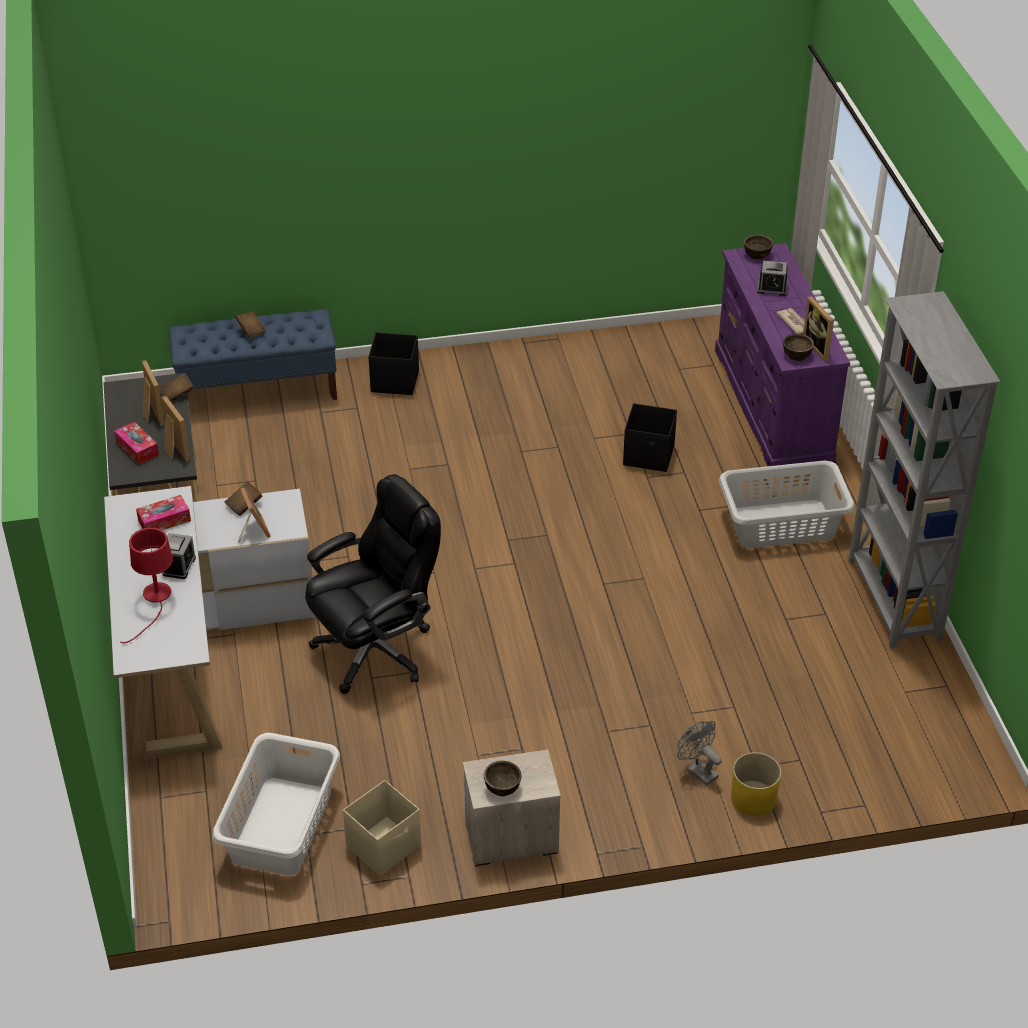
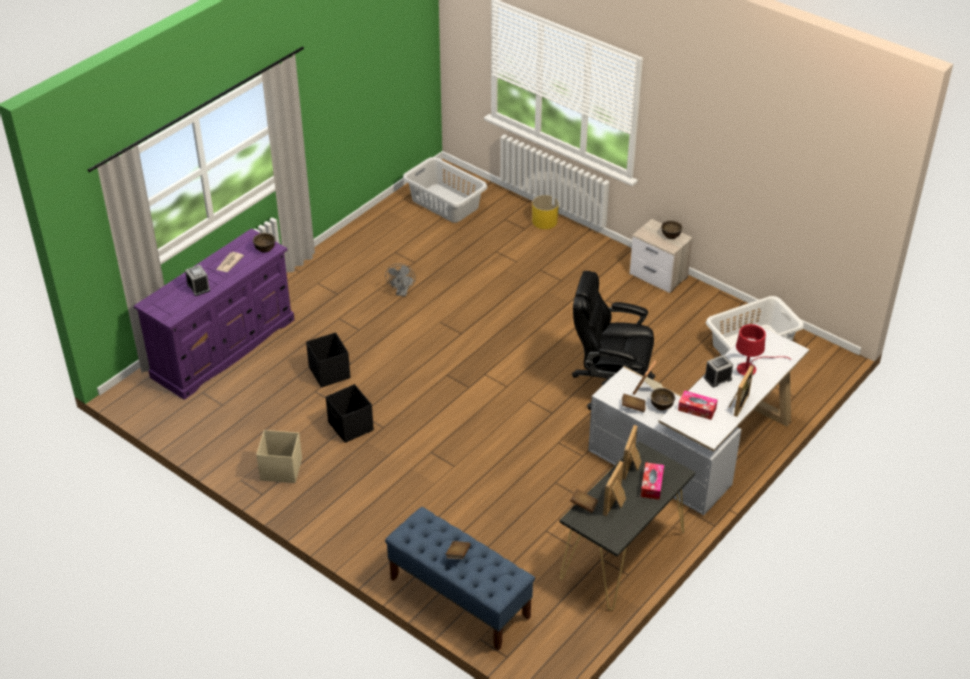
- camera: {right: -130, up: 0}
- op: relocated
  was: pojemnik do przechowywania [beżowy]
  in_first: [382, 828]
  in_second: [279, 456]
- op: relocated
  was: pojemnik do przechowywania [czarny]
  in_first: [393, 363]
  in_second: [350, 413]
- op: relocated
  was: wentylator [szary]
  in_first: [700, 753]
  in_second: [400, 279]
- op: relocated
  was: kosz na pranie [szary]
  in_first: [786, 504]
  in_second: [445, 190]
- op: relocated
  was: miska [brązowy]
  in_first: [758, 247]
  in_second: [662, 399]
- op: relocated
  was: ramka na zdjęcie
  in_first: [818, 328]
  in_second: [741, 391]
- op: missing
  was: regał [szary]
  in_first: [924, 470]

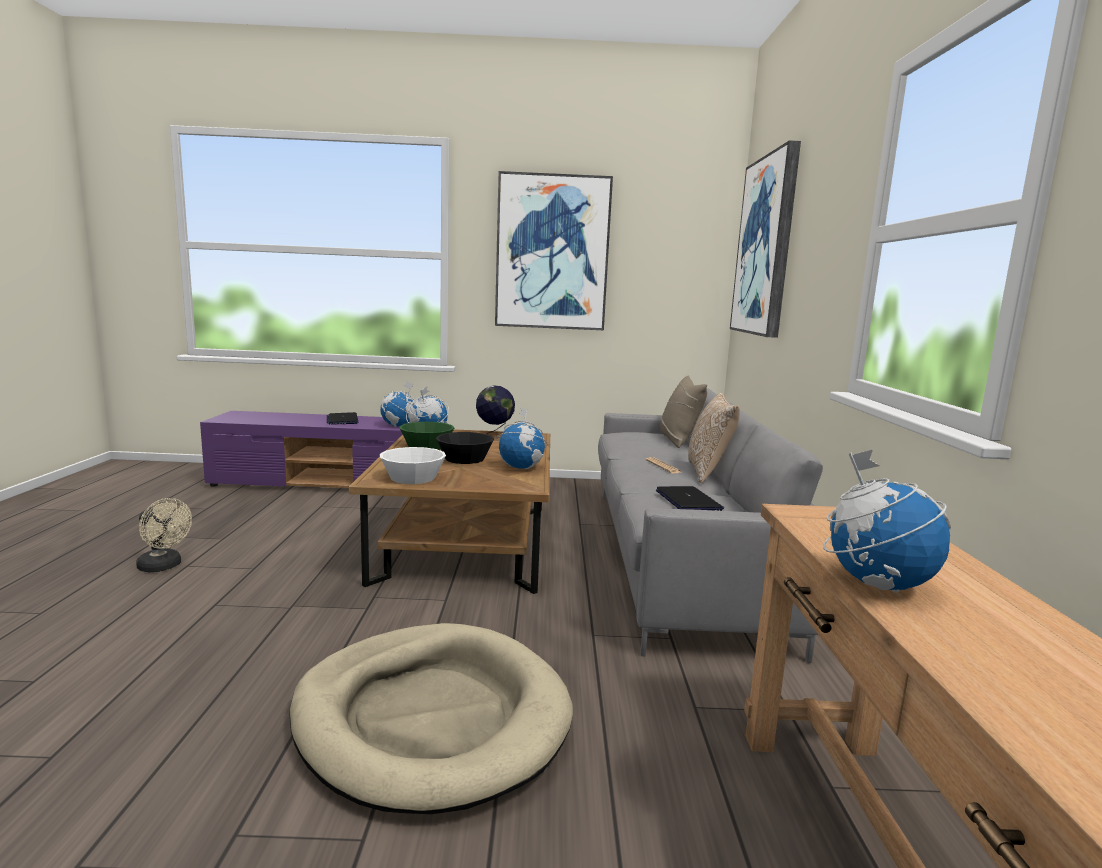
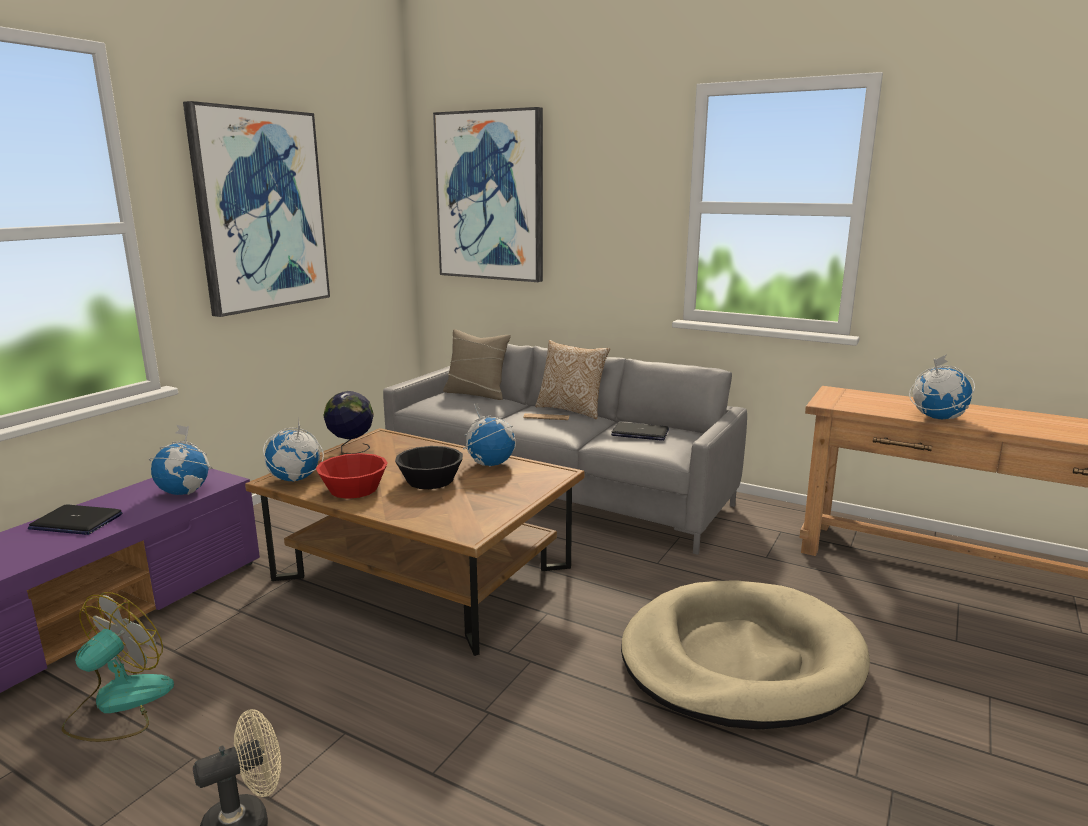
- camera: {right: -60, up: 5}
- op: appeared
  now: wentylator
  in_second: [118, 667]
- op: colour
  was: miska [zielony]
  now: miska [czerwony]
  in_first: [426, 436]
  in_second: [352, 476]
- op: missing
  was: miska [biały]
  in_first: [413, 465]

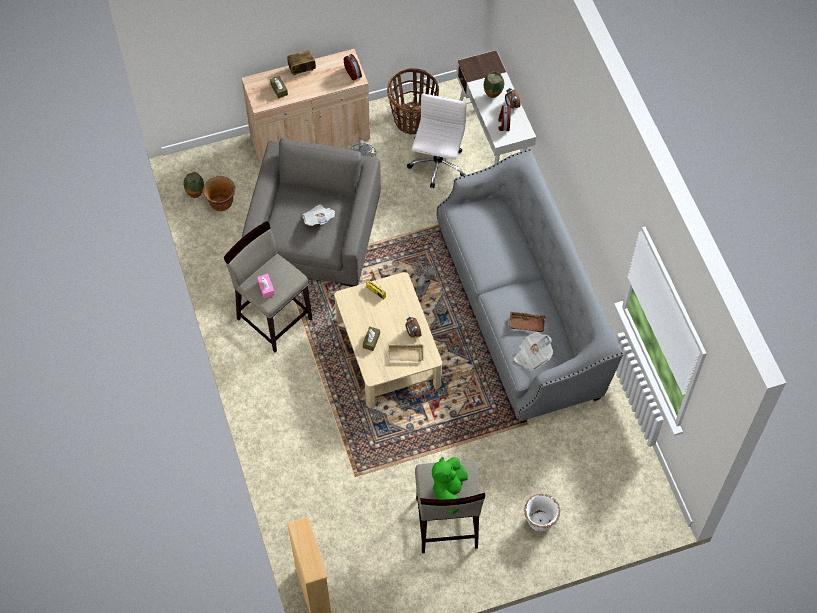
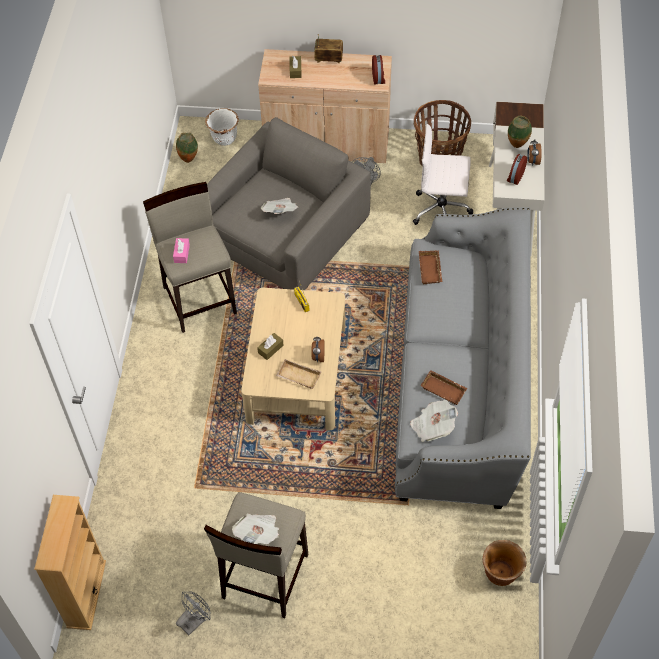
- camera: {right: 25, up: -5}
- op: relocated
  was: wentylator [szary]
  in_first: [426, 278]
  in_second: [193, 613]
- op: relocated
  was: donica [biały]
  in_first: [542, 512]
  in_second: [222, 127]
- op: exchanged
  was: pluszak [zielony]
  now: gazeta
  in_first: [450, 485]
  in_second: [255, 529]
- op: spun
  was: krzesło biurowe [biały]
  in_first: [437, 141]
  in_second: [443, 174]
  clockwise: -120
- op: appeared
  now: taca [brązowy]
  in_second: [430, 267]
- op: relocated
  was: donica [brązowy]
  in_first: [219, 193]
  in_second: [504, 563]

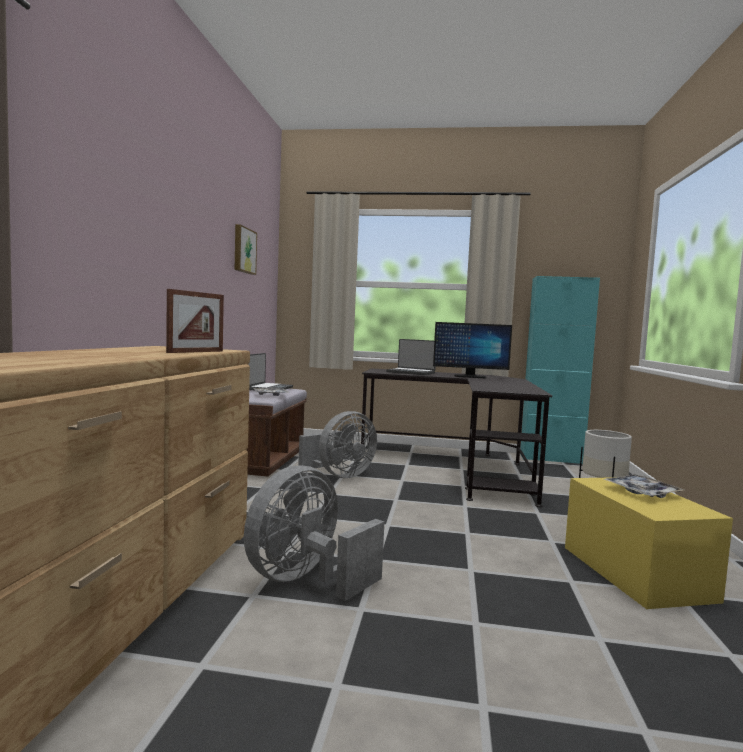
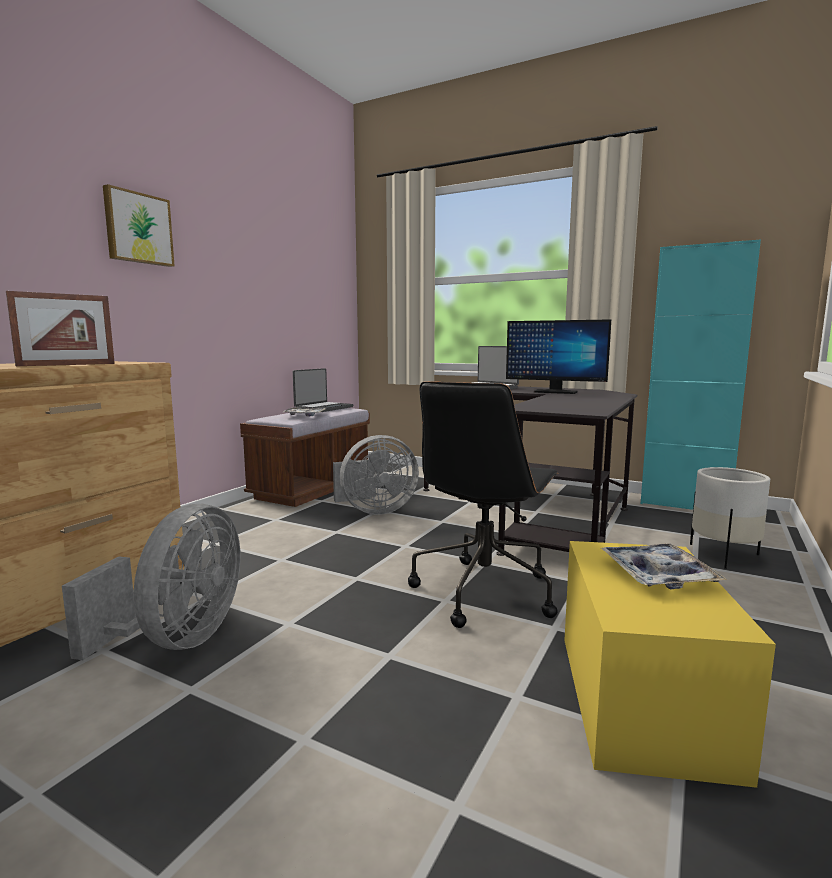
- camera: {right: 20, up: 5}
- op: spun
  was: wentylator [szary]
  in_first: [314, 533]
  in_second: [151, 582]
  clockwise: 135
- op: relocated
  was: obraz
  in_first: [246, 249]
  in_second: [139, 225]
- op: appeared
  now: krzesło biurowe [czarny]
  in_second: [483, 504]

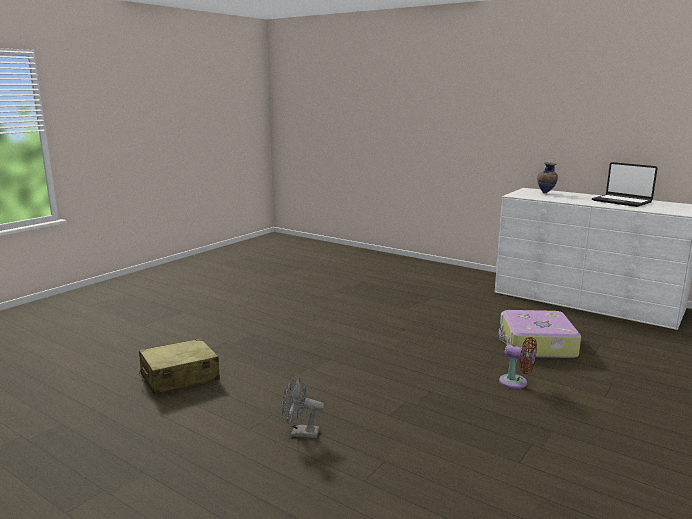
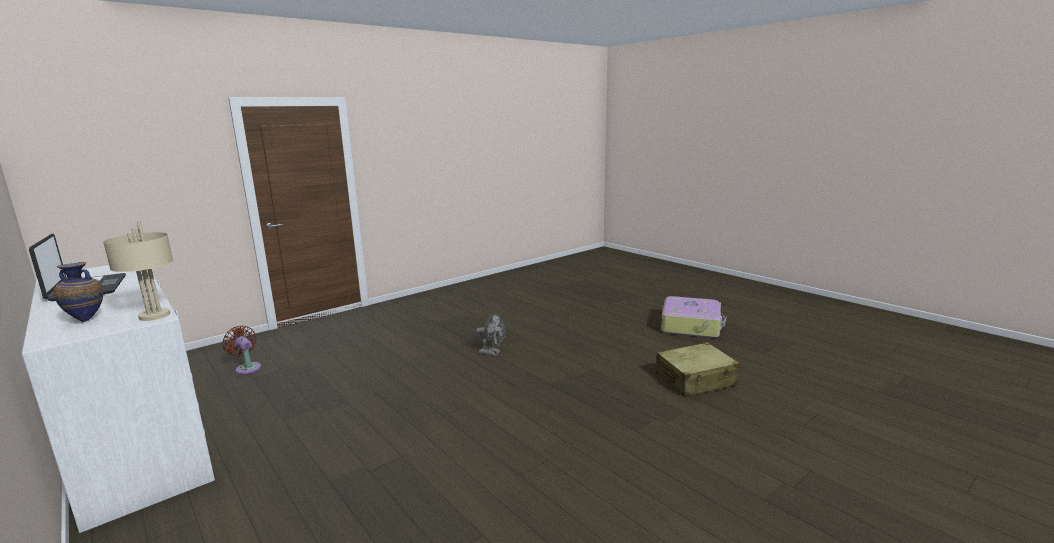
- camera: {right: -165, up: 0}
- op: appeared
  now: lampa stołowa [beżowy]
  in_second: [138, 270]
- op: relocated
  was: wentylator [brązowy]
  in_first: [518, 363]
  in_second: [242, 350]
- op: relocated
  was: wentylator [szary]
  in_first: [302, 407]
  in_second: [490, 335]
- op: relocated
  was: walizka
  in_first: [540, 334]
  in_second: [693, 317]

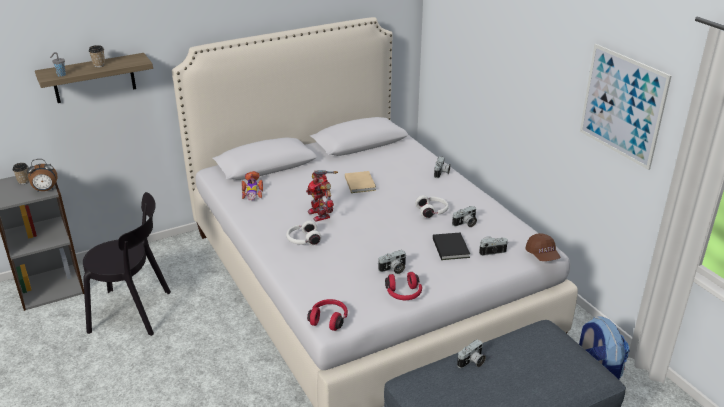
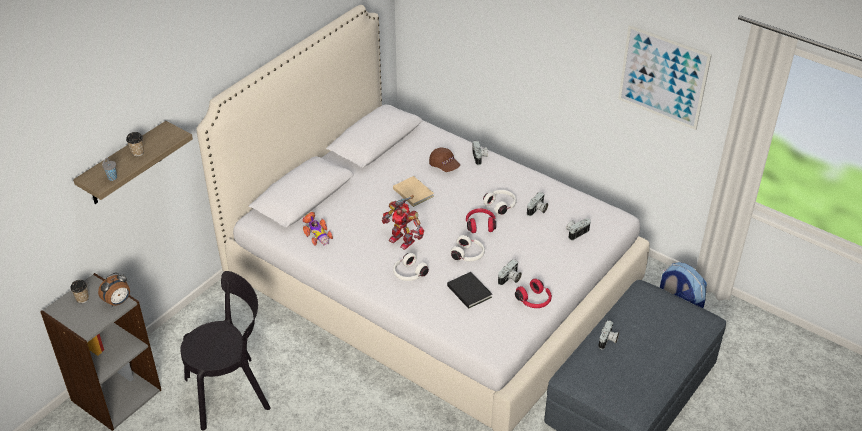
- camera: {right: -25, up: 10}
- op: relocated
  was: czapka z daszkiem [brązowy]
  in_first: [542, 247]
  in_second: [444, 159]
- op: relocated
  was: książka [czarny]
  in_first: [451, 246]
  in_second: [469, 290]
- op: appeared
  now: słuchawki [biały]
  in_second: [467, 248]
- op: relocated
  was: słuchawki [czerwony]
  in_first: [327, 315]
  in_second: [481, 220]

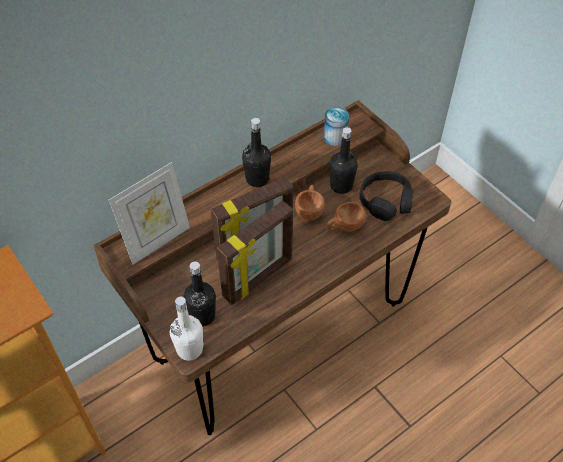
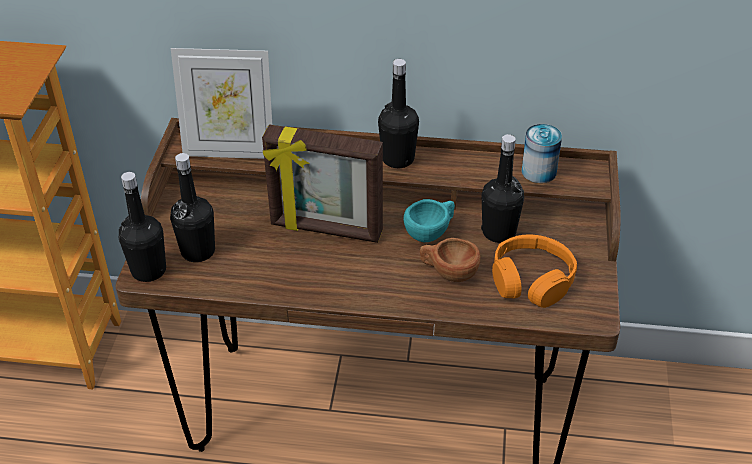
- camera: {right: 45, up: -10}
- op: colour
  was: butelka [biały]
  now: butelka [czarny]
  in_first: [187, 329]
  in_second: [142, 227]
- op: colour
  was: filiżanka [brązowy]
  now: filiżanka [turkusowy]
  in_first: [310, 202]
  in_second: [429, 220]
- op: colour
  was: słuchawki [czarny]
  now: słuchawki [pomarańczowy]
  in_first: [387, 196]
  in_second: [534, 271]
- op: missing
  was: ramka na zdjęcie
  in_first: [255, 253]

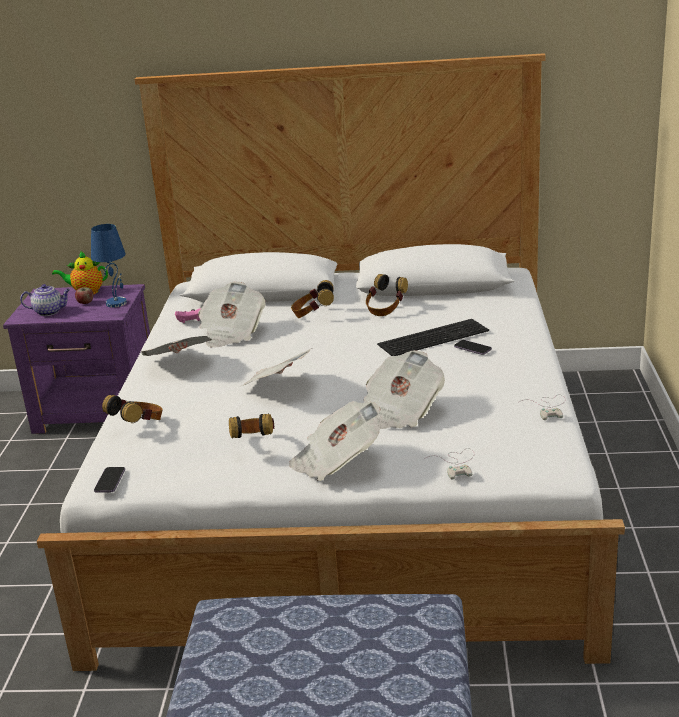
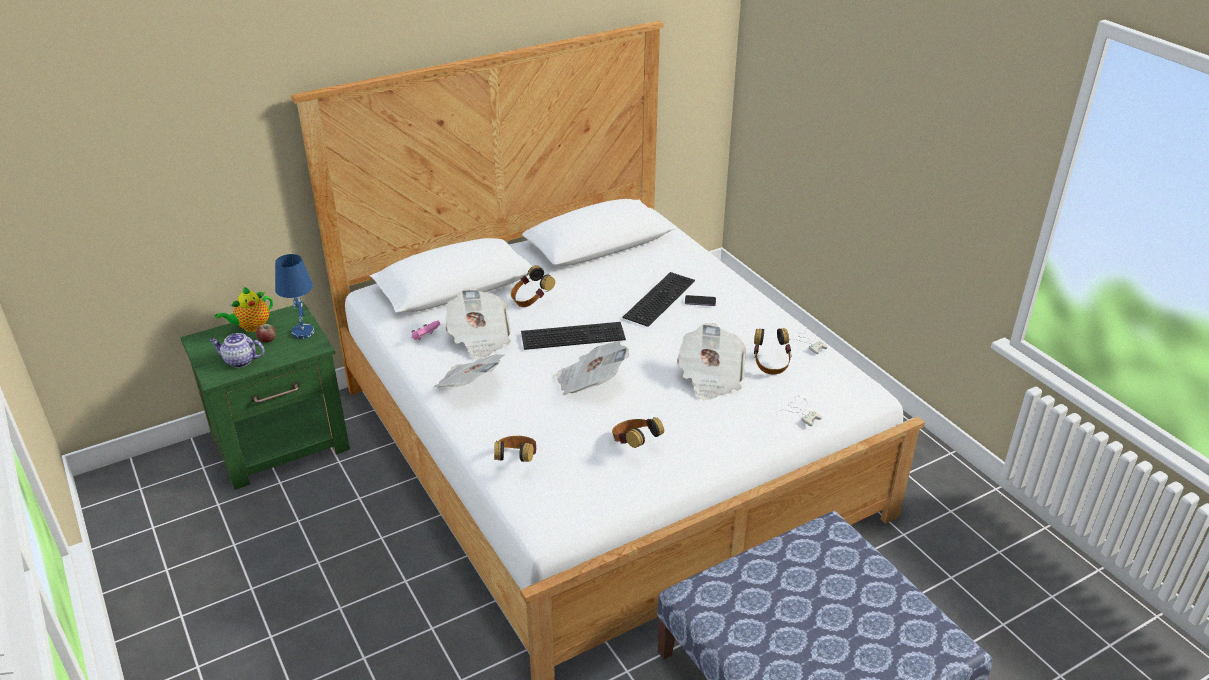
- camera: {right: -35, up: 10}
- op: colour
  was: szafka nocna [fioletowy]
  now: szafka nocna [zielony]
  in_first: [76, 359]
  in_second: [265, 396]
- op: spun
  was: imbryk
  in_first: [45, 300]
  in_second: [236, 350]
  clockwise: -135
- op: appeared
  now: klawiatura
  in_second: [573, 336]
- op: relocated
  was: słuchawki
  in_first: [387, 295]
  in_second: [772, 351]
- op: missing
  was: telefon
  in_first: [109, 480]
- op: missing
  was: gazeta
  in_first: [335, 441]

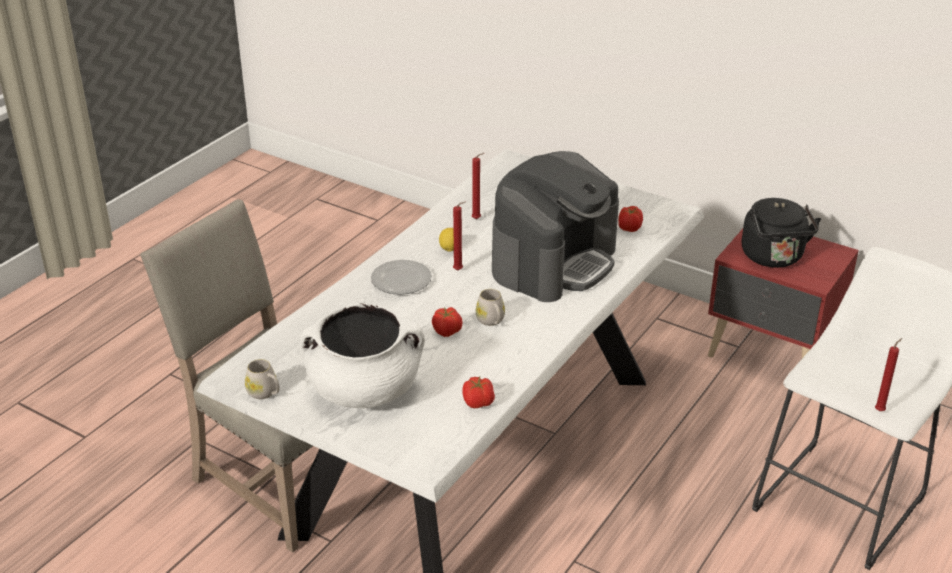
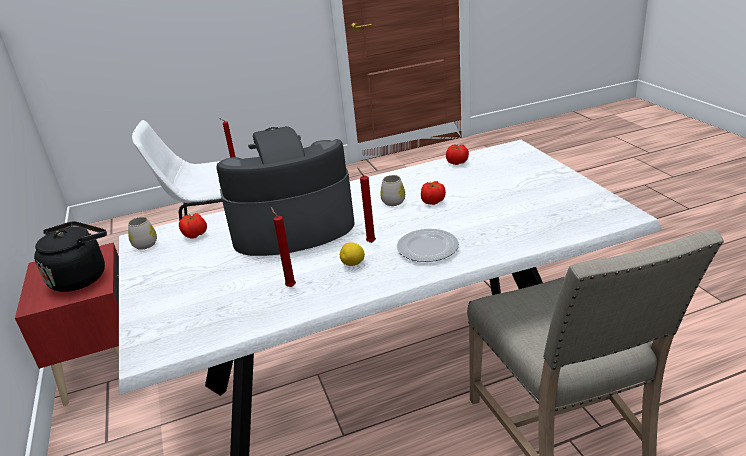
- camera: {right: -140, up: -5}
- op: relocated
  was: kubek [biały]
  in_first: [262, 379]
  in_second: [142, 233]
- op: missing
  was: garnek [biały]
  in_first: [362, 355]

